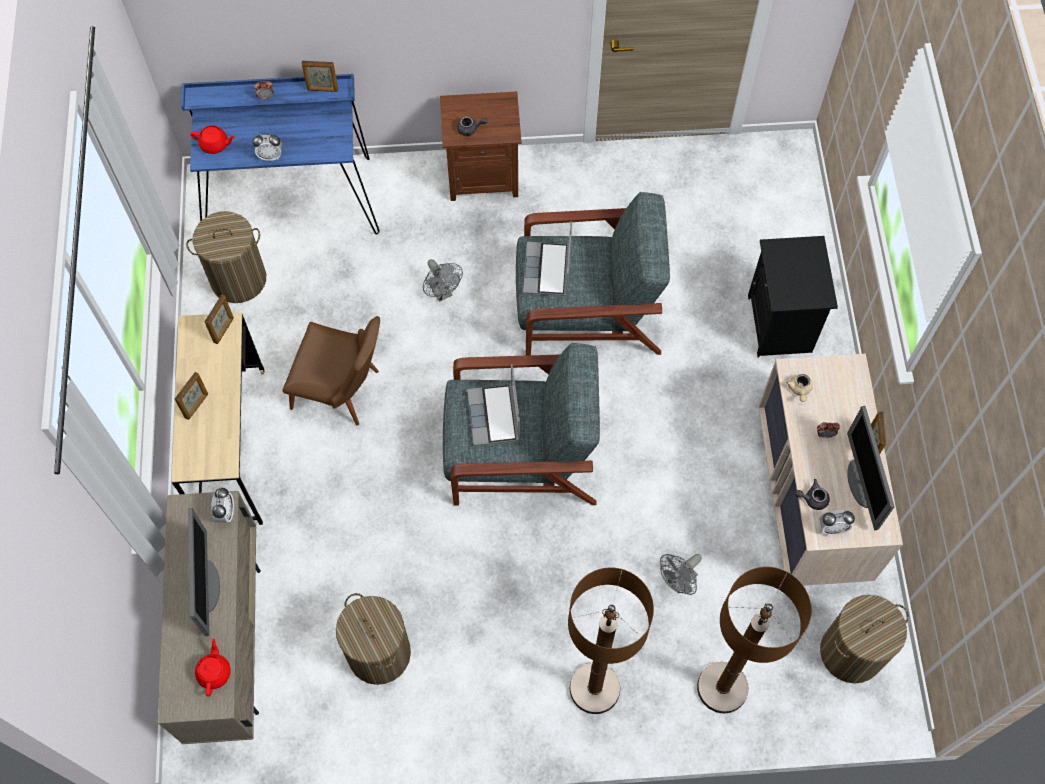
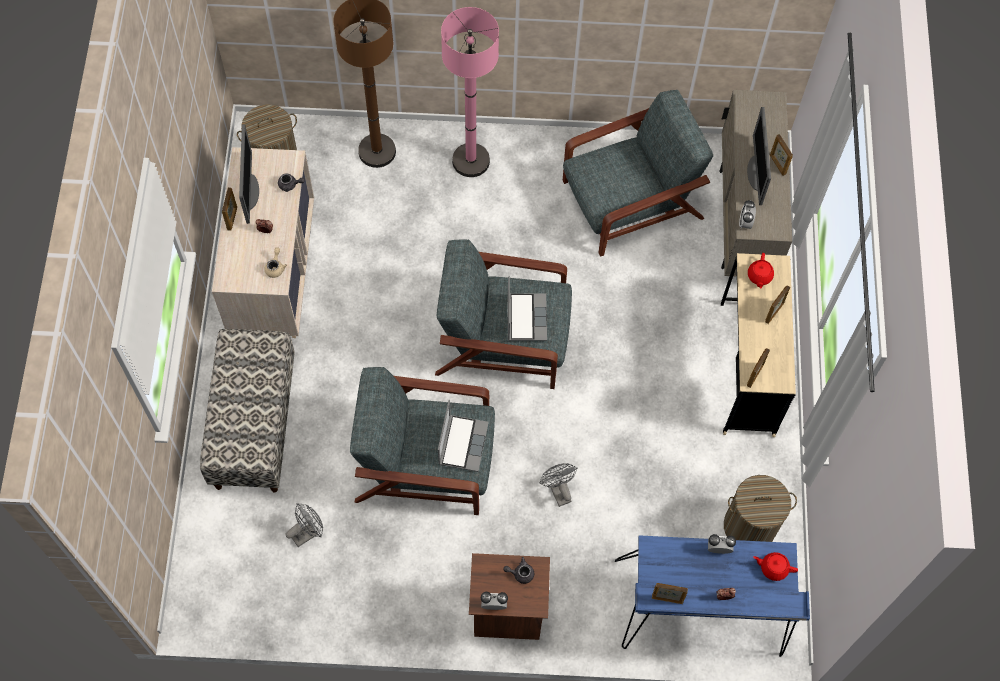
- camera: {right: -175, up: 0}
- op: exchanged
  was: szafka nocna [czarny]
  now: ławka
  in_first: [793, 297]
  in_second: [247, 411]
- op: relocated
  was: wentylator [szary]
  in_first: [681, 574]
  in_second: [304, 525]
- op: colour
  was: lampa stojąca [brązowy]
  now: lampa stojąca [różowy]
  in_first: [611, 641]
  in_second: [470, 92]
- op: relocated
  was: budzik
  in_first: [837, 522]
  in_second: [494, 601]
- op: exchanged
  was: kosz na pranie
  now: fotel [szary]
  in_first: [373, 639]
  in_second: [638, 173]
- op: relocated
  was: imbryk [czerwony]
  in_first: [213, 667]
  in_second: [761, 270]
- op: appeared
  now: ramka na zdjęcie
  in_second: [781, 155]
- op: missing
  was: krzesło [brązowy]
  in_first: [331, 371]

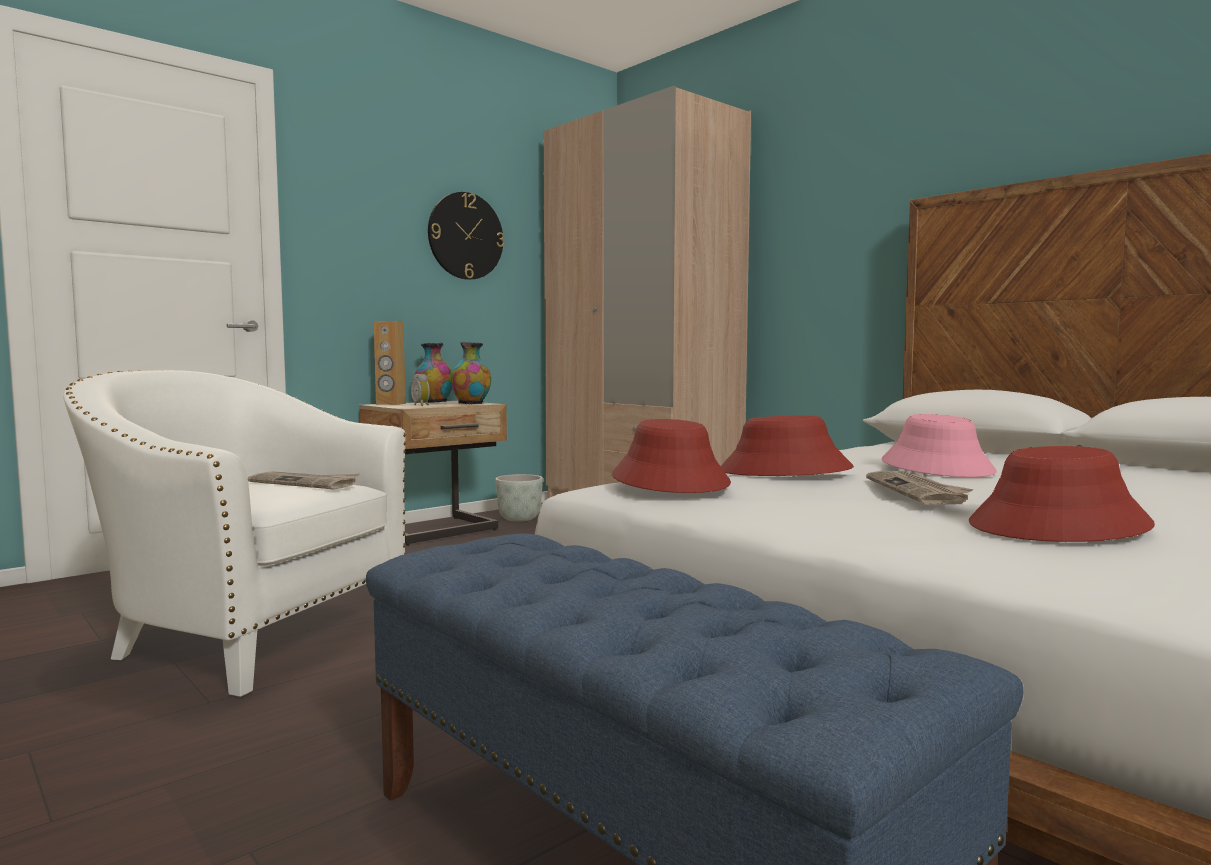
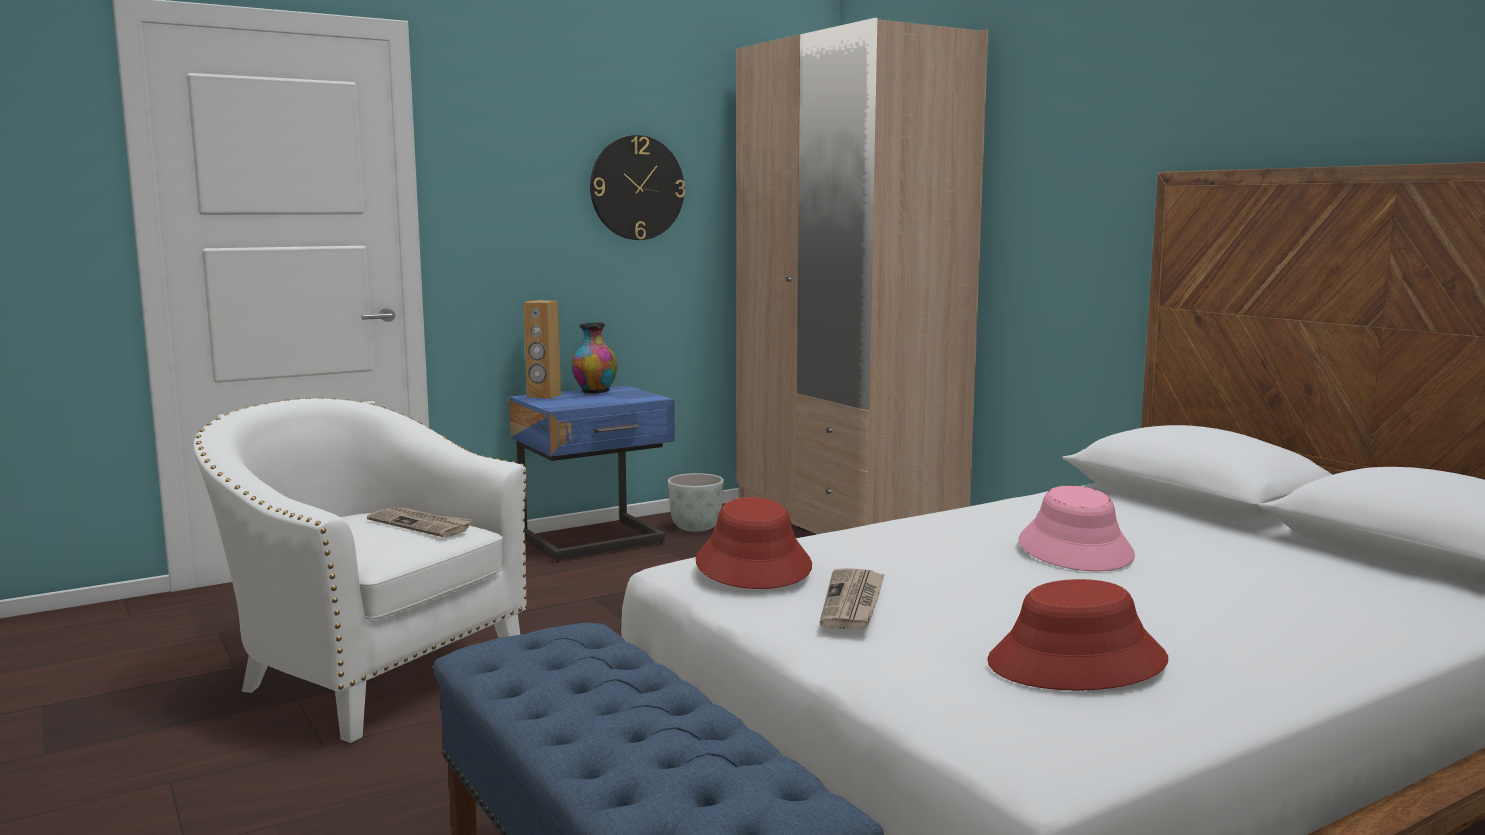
- camera: {right: 10, up: 5}
- op: colour
  was: szafka nocna [beżowy]
  now: szafka nocna [niebieski]
  in_first: [433, 473]
  in_second: [592, 474]
- op: relocated
  was: gazeta
  in_first: [920, 488]
  in_second: [852, 599]
- op: missing
  was: budzik
  in_first: [420, 390]
- op: missing
  was: wazon
  in_first: [471, 373]
- op: missing
  was: kapelusz [czerwony]
  in_first: [787, 445]

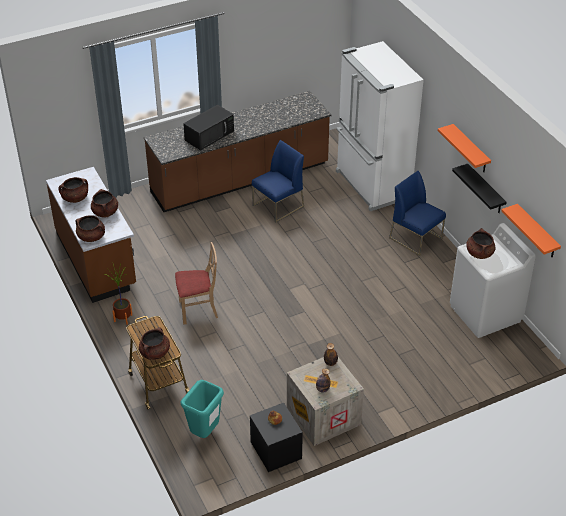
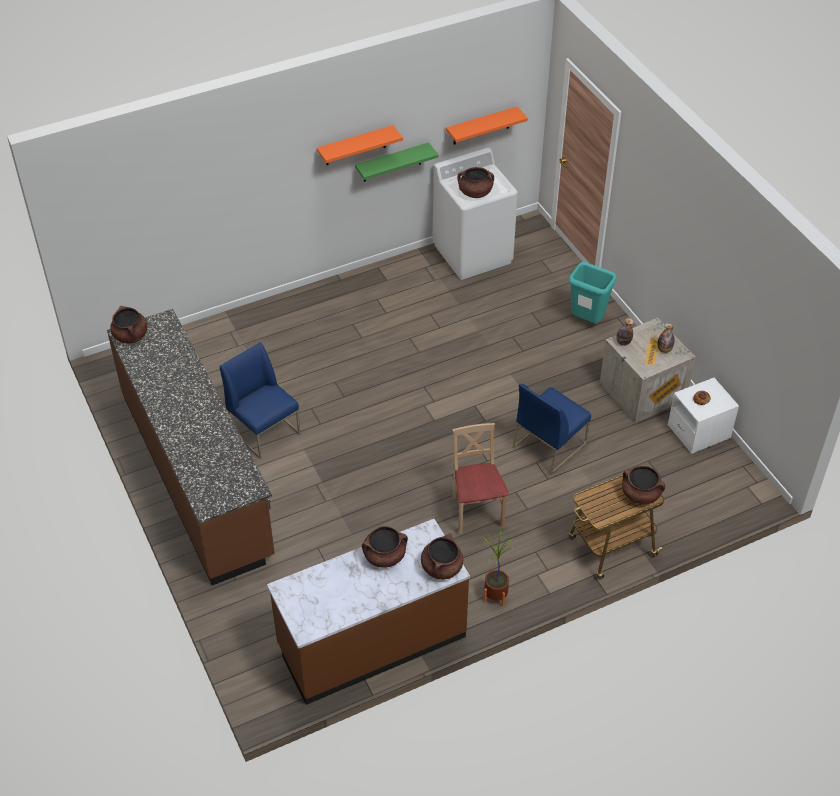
- camera: {right: -90, up: 5}
- op: relocated
  was: garnek [brązowy]
  in_first: [73, 190]
  in_second: [129, 325]
- op: colour
  was: półka [czarny]
  now: półka [zielony]
  in_first: [479, 188]
  in_second: [397, 162]
- op: relocated
  was: krzesło [niebieski]
  in_first: [417, 213]
  in_second: [552, 429]
- op: relocated
  was: kosz na śmieci [turkusowy]
  in_first: [202, 409]
  in_second: [593, 292]
- op: colour
  was: szafka nocna [czarny]
  now: szafka nocna [biały]
  in_first: [276, 437]
  in_second: [703, 416]
- op: missing
  was: mikrofalówka [czarny]
  in_first: [208, 128]
- op: missing
  was: lodówka [biały]
  in_first: [380, 126]

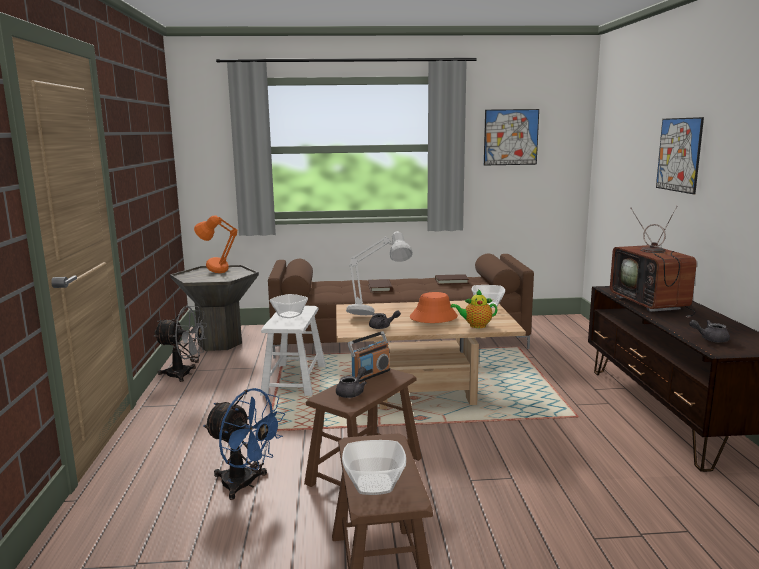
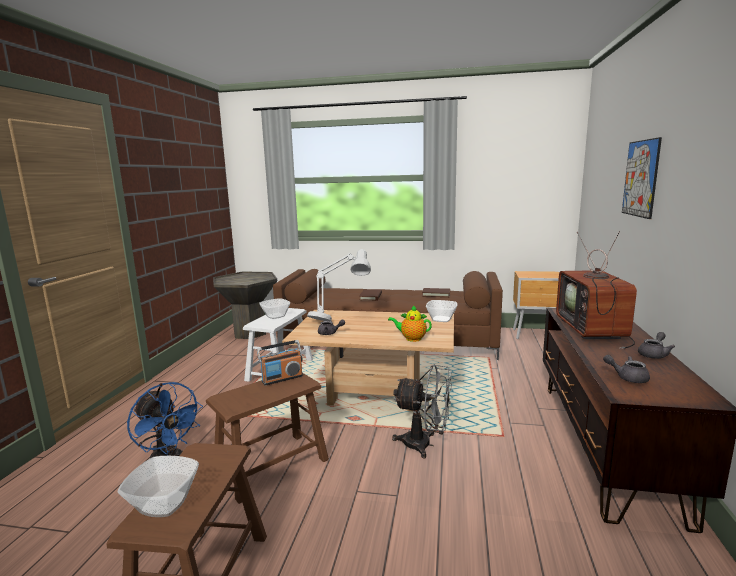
- camera: {right: 15, up: 0}
- op: relocated
  was: wentylator [szary]
  in_first: [180, 344]
  in_second: [422, 411]
- op: appeared
  now: szafka nocna [brązowy]
  in_second: [536, 305]
- op: relocated
  was: imbryk [szary]
  in_first: [351, 382]
  in_second: [656, 345]
- op: missing
  was: lampa stołowa [pomarańczowy]
  in_first: [215, 244]
- op: missing
  was: kapelusz [pomarańczowy]
  in_first: [434, 307]
- op: missing
  was: obraz
  in_first: [511, 137]

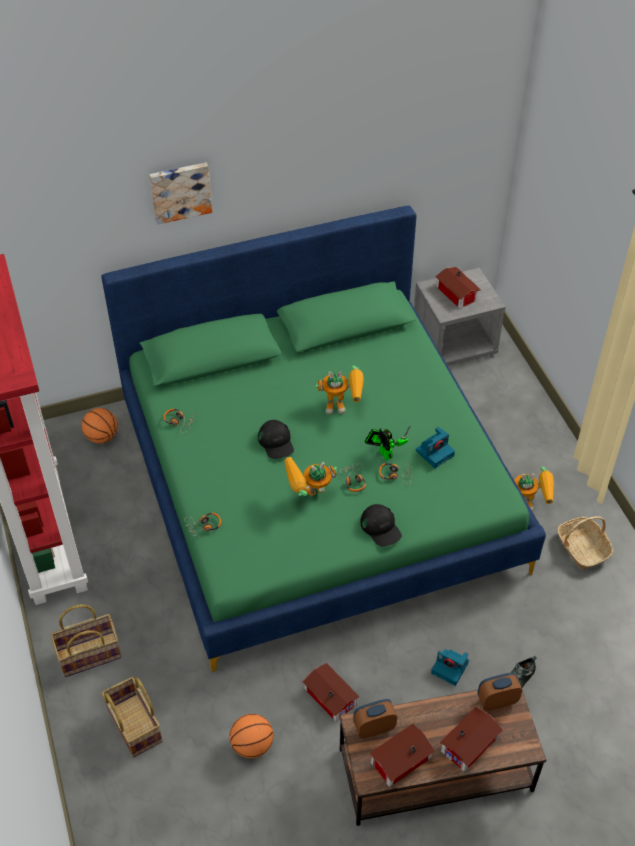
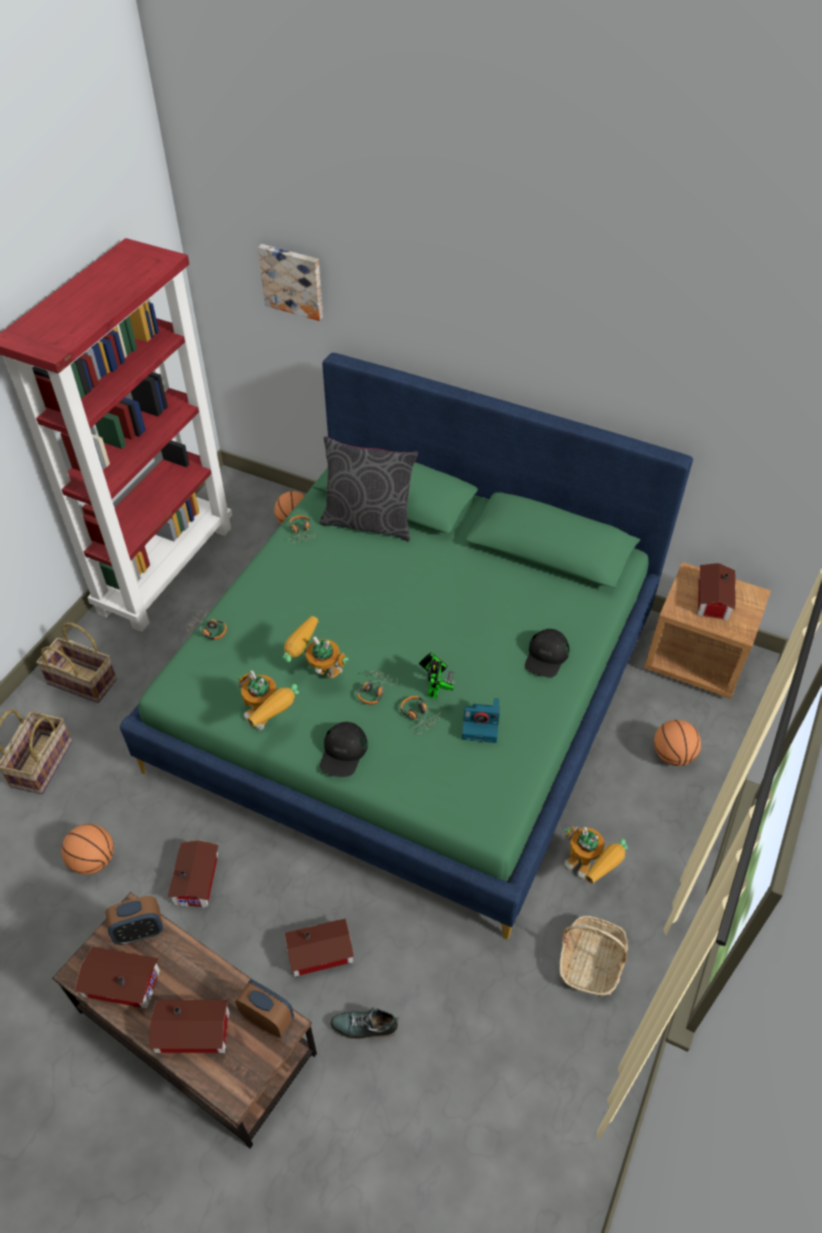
- camera: {right: 45, up: 0}
- op: spun
  was: budzik
  in_first: [375, 719]
  in_second: [134, 920]
  clockwise: 135
- op: relocated
  was: robot zabawkowy
  in_first: [339, 390]
  in_second: [268, 700]
- op: relocated
  was: obraz
  in_first: [180, 193]
  in_second: [290, 282]
- op: exchanged
  was: aparat fotograficzny
  now: domek
  in_first: [450, 667]
  in_second: [319, 947]
- op: appeared
  now: poduszka [szary]
  in_second: [368, 488]
- op: relocated
  was: czapka z daszkiem [czarny]
  in_first: [276, 439]
  in_second: [547, 653]
- op: colour
  was: szafka nocna [szary]
  now: szafka nocna [brązowy]
  in_first: [459, 317]
  in_second: [707, 630]
- op: appeared
  now: piłka do koszykówki
  in_second: [677, 743]

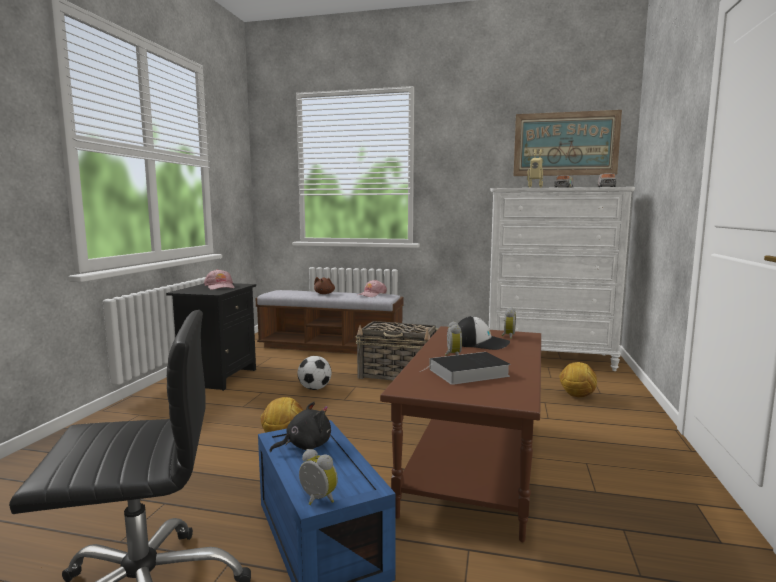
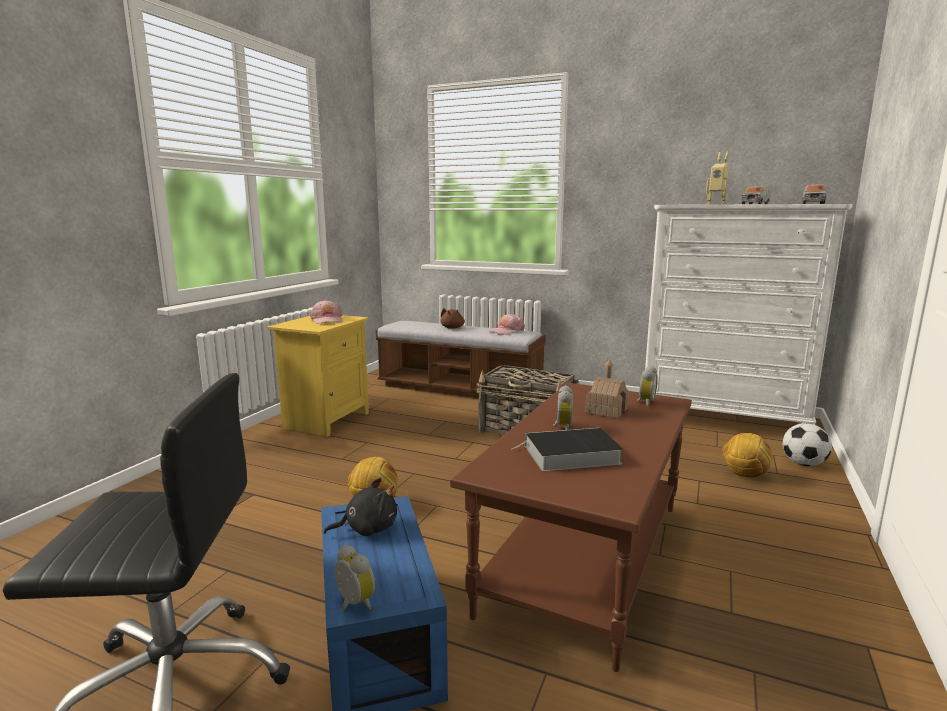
- camera: {right: 10, up: 5}
- op: colour
  was: szafka nocna [czarny]
  now: szafka nocna [żółty]
  in_first: [211, 337]
  in_second: [318, 376]
- op: exchanged
  was: czapka z daszkiem
  now: domek
  in_first: [484, 333]
  in_second: [607, 389]
- op: relocated
  was: piłka futbolowa
  in_first: [314, 373]
  in_second: [807, 444]
- op: missing
  was: obraz
  in_first: [567, 143]

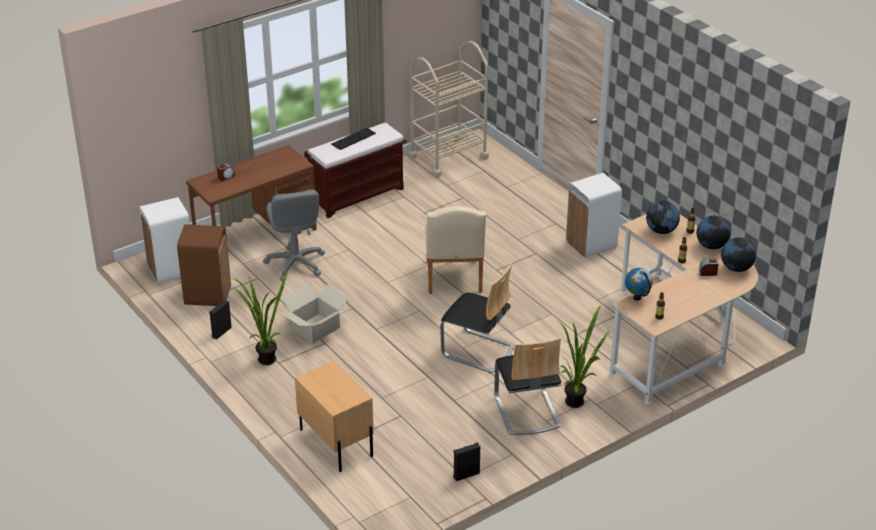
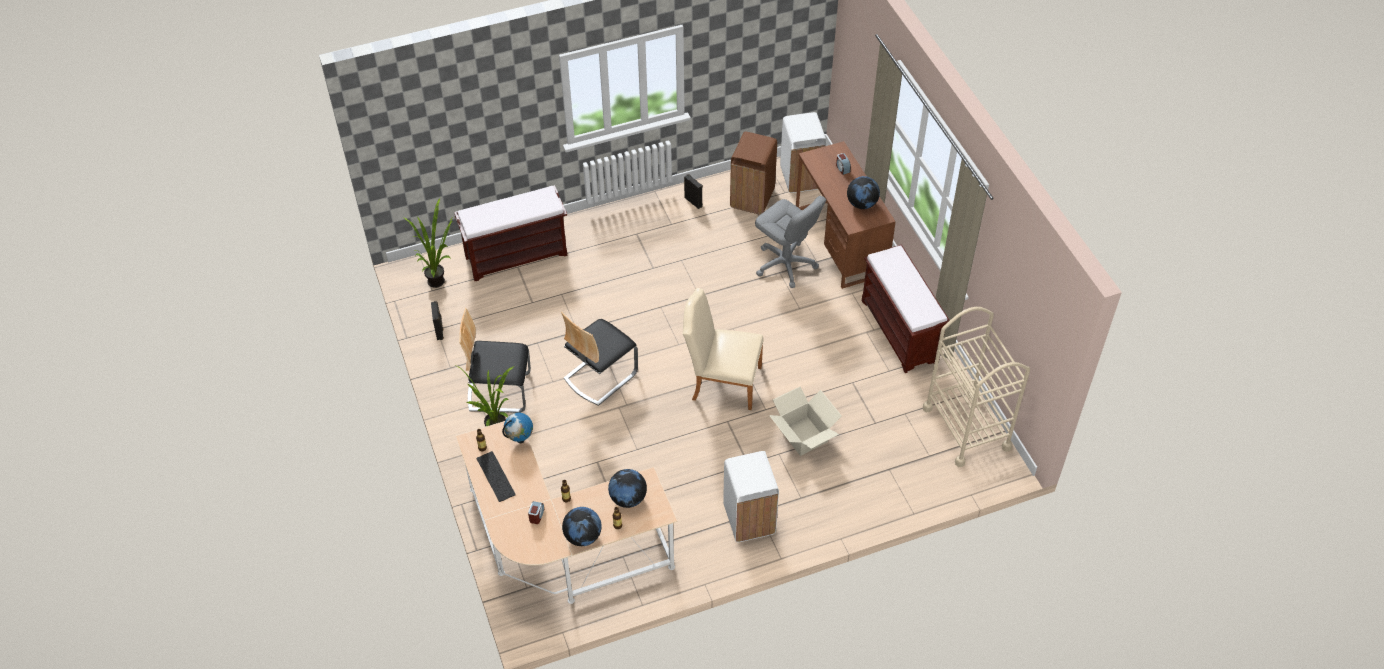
- camera: {right: 105, up: 15}
- op: relocated
  was: roślina doniczkowa
  in_first: [259, 318]
  in_second: [428, 243]
- op: exchanged
  was: szafka nocna [beżowy]
  now: ławka [brązowy]
  in_first: [334, 416]
  in_second: [510, 233]
- op: relocated
  was: klawiatura
  in_first: [353, 139]
  in_second: [496, 476]
- op: spun
  was: krzesło biurowe [szary]
  in_first: [294, 235]
  in_second: [790, 242]
  clockwise: -135
- op: relocated
  was: karton
  in_first: [314, 313]
  in_second: [805, 421]
- op: relocated
  was: globus
  in_first: [738, 254]
  in_second: [863, 192]

